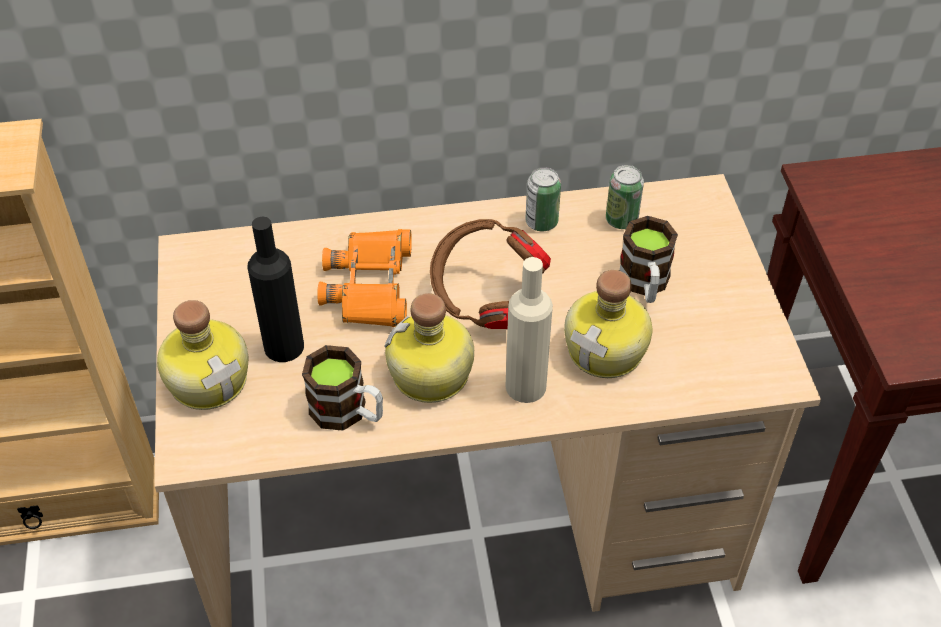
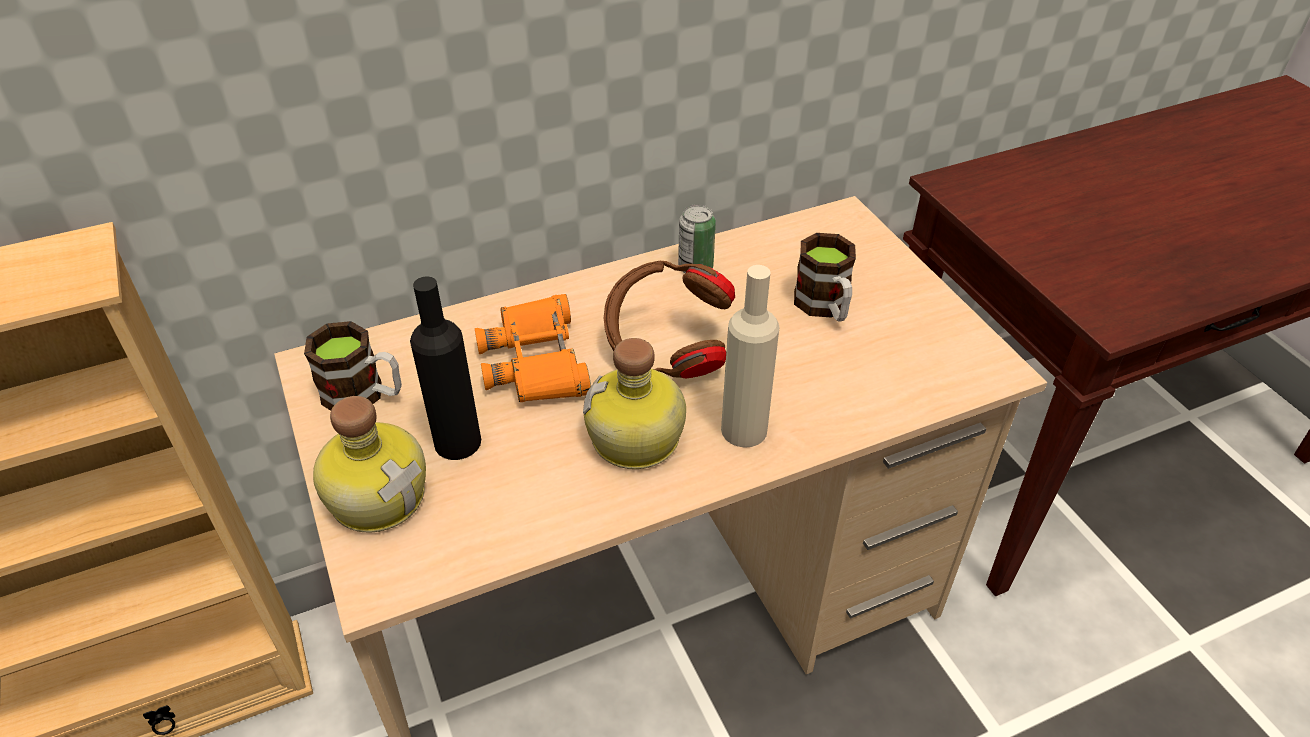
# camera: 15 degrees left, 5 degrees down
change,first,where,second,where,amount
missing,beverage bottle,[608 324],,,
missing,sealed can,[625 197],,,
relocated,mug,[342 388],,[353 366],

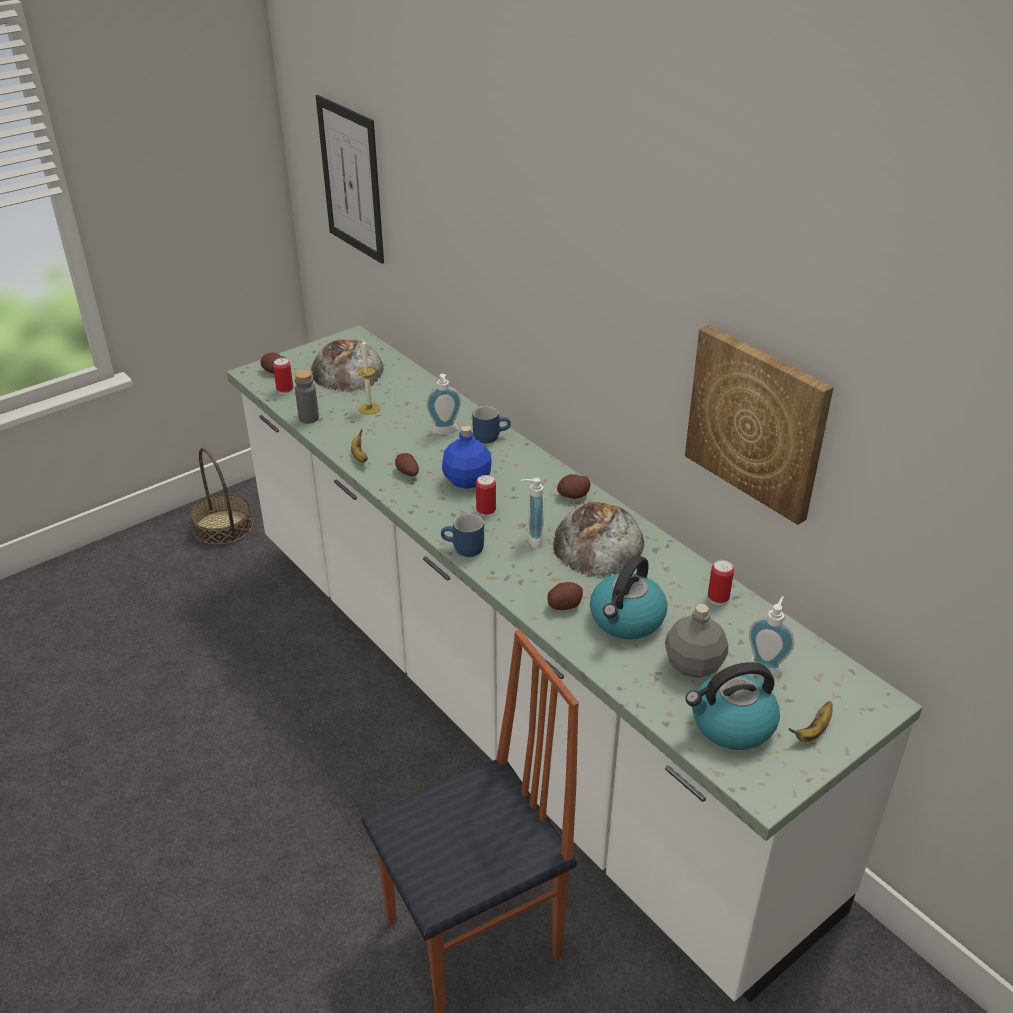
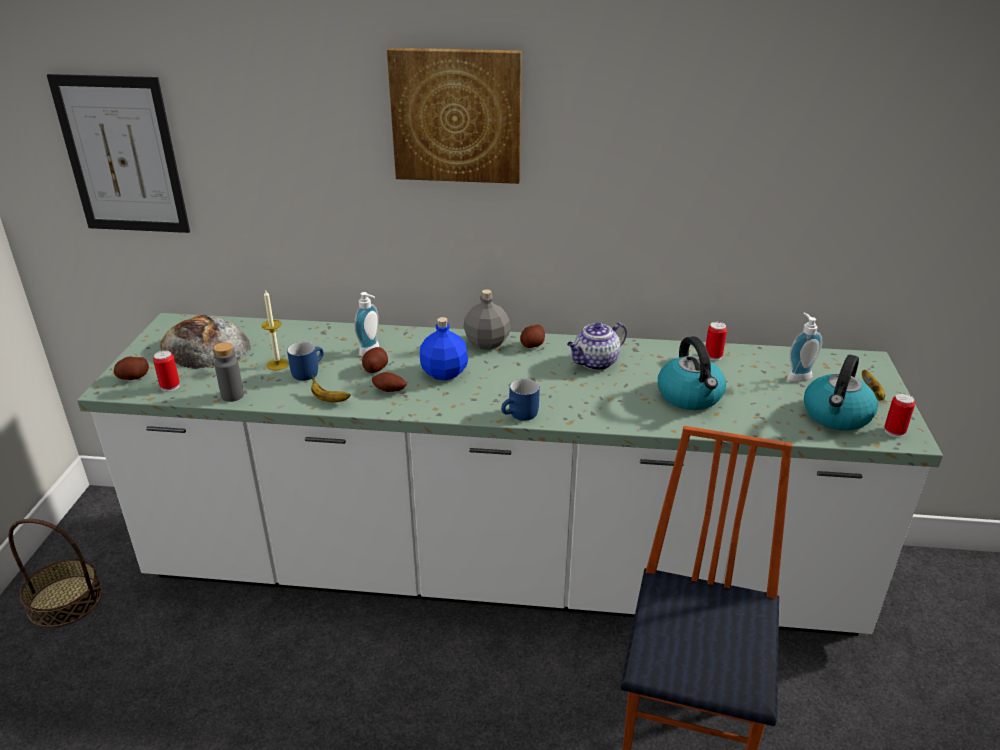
# camera: 45 degrees left, 5 degrees down
change,first,where,second,where,amount
missing,soap dispenser,[533 513],,,
relocated,blue mug,[491 424],,[305 361],
relocated,sealed can,[486 496],,[899 415],
relocated,spud,[565 596],,[375 360],
relocated,greyish beverage bottle,[696 641],,[487 319],
relocated,wall art,[759 425],,[454 116],
exchanged,bread,[598 539],teapot,[597 346],

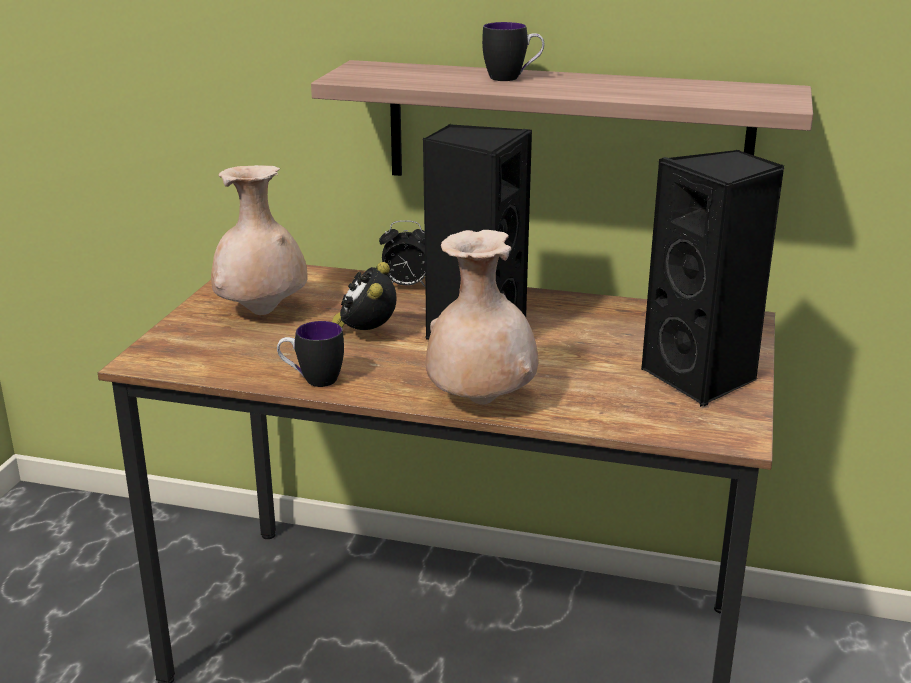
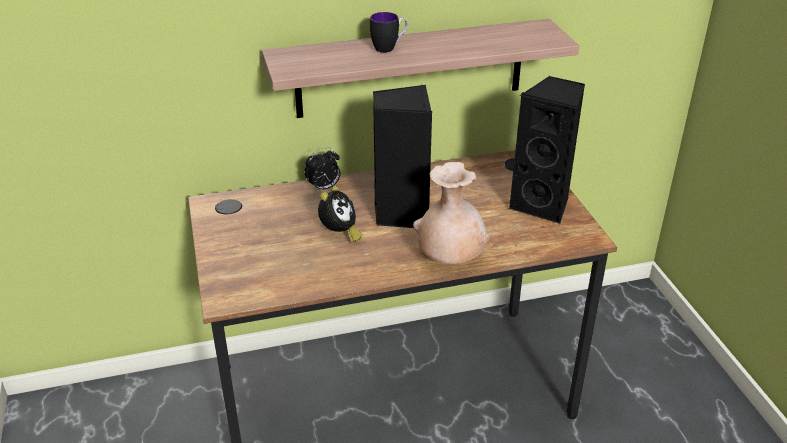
# camera: 30 degrees left, 10 degrees up
change,first,where,second,where,amount
missing,sand-coloured vase,[259 240],,,
missing,mug,[310 354],,,
spun,bedside clock,[364 296],,[340 214],135 degrees counterclockwise

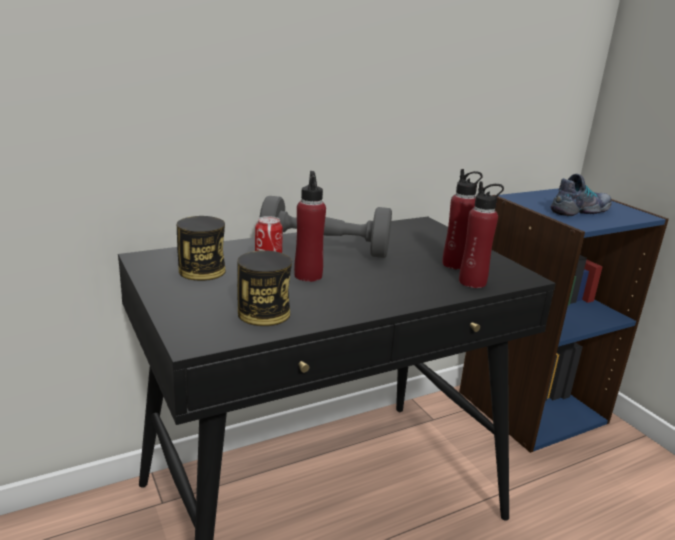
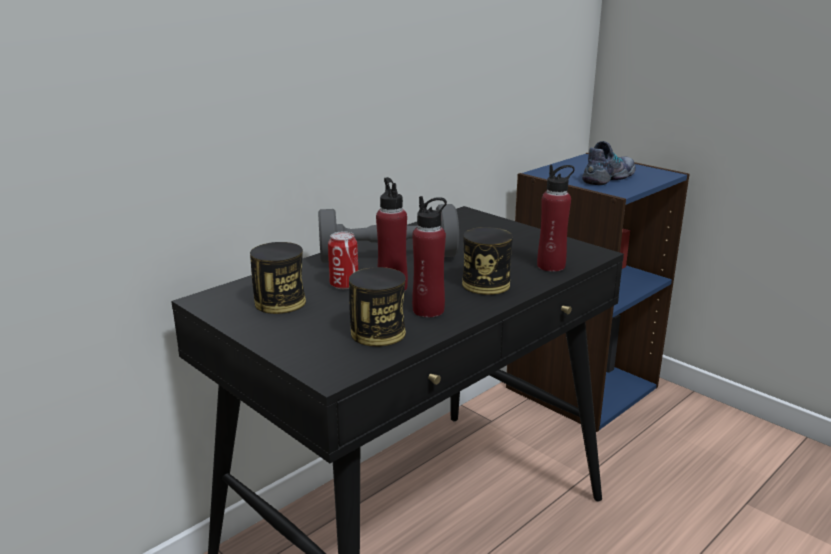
# camera: 15 degrees left, 0 degrees up
change,first,where,second,where,amount
appeared,,,sealed can,[487 261],
relocated,red-coloured beverage bottle,[462 219],,[429 256],

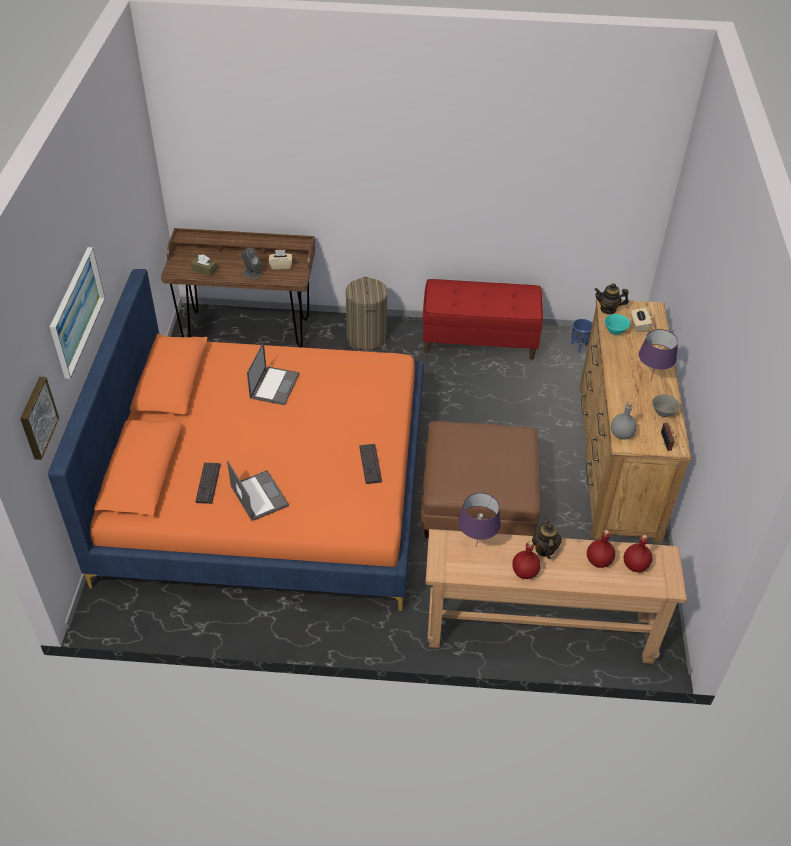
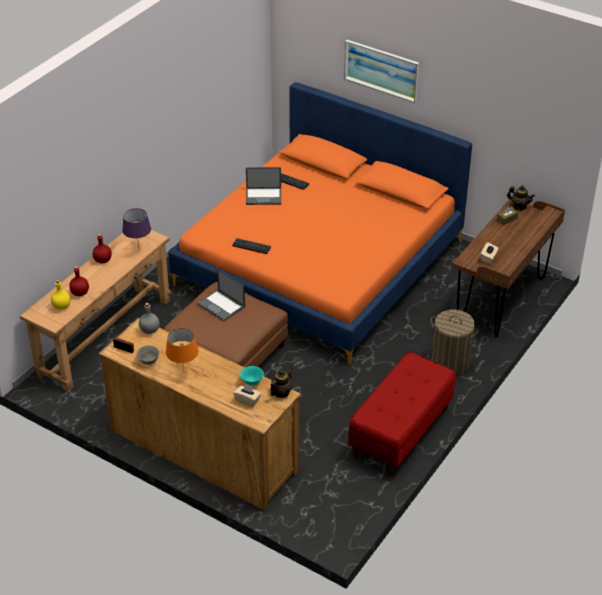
# camera: 120 degrees right, 5 degrees down
change,first,where,second,where,amount
missing,wall art,[39 418],,,
missing,greyish loudspeaker,[251 263],,,
missing,blue plant pot,[581 336],,,
relocated,laptop,[273 373],,[221 295],
relocated,teapot,[547 537],,[521 197],
colour,red-coloured beverage bottle,[637 553],yellowish beverage bottle,[61 295],
colour,purple tabletop lamp,[658 354],orange-coloured tabletop lamp,[182 349],

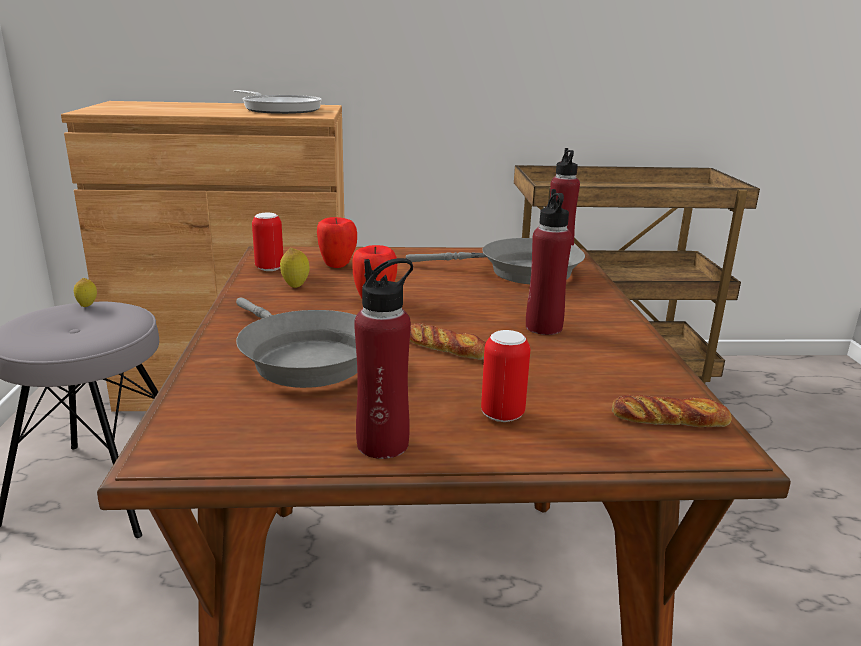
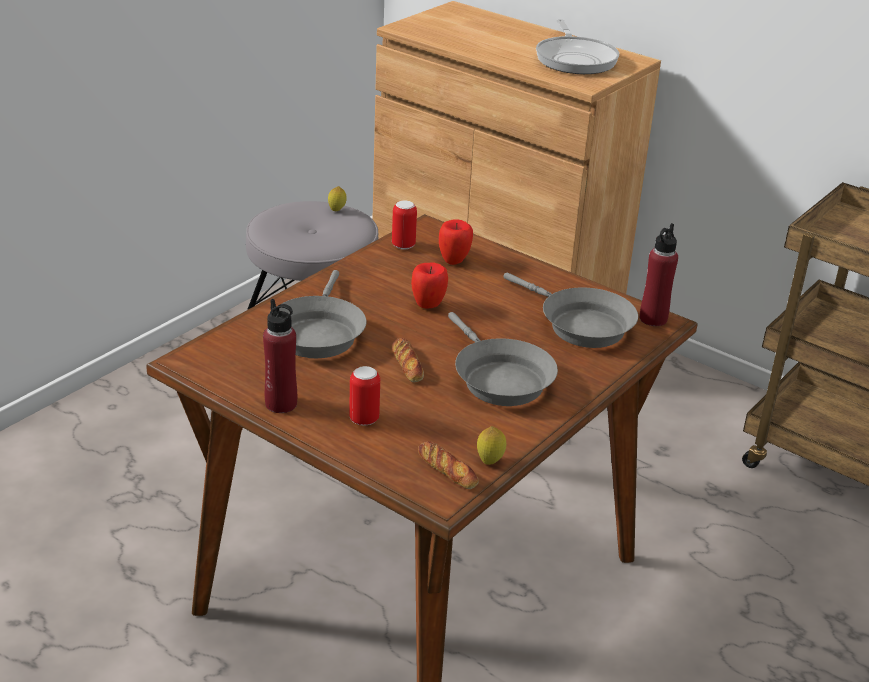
# camera: 40 degrees right, 10 degrees up
change,first,where,second,where,amount
relocated,citrus fruit,[294 268],,[491 445],
exchanged,red-coloured beverage bottle,[549 262],greyish skillet,[503 359],

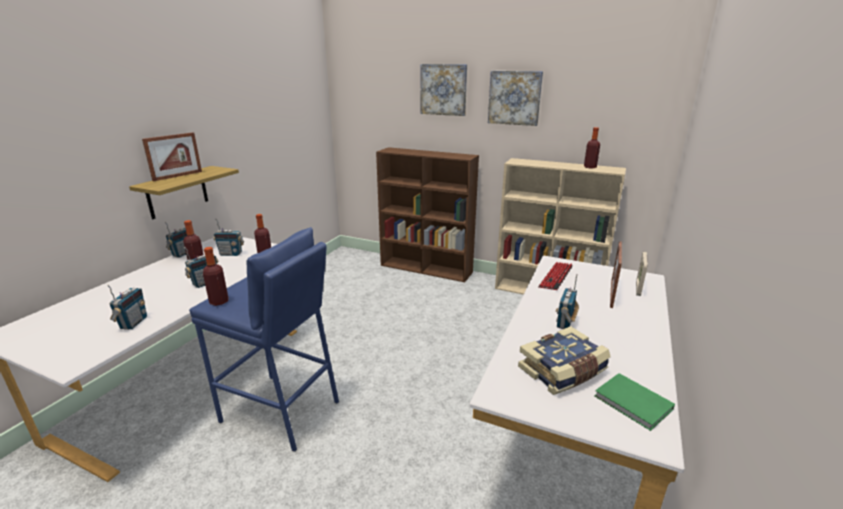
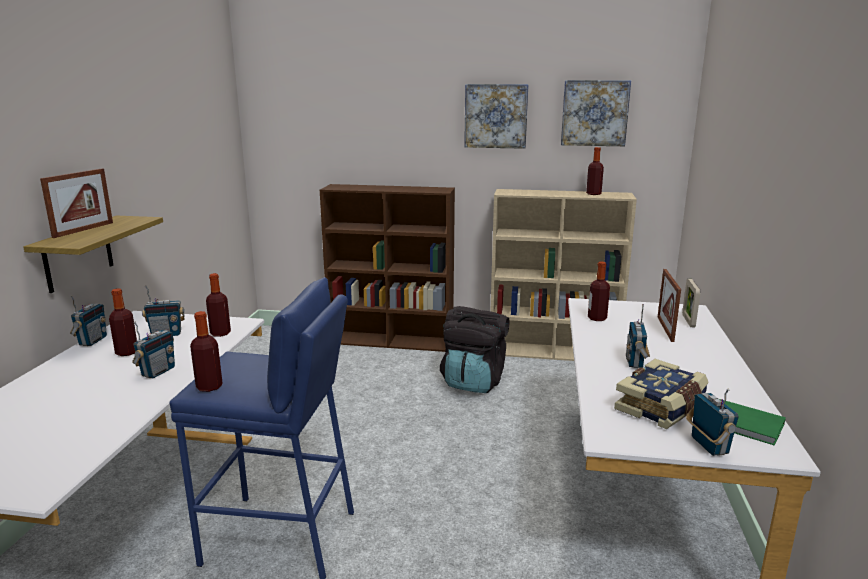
# camera: 15 degrees left, 5 degrees down
change,first,where,second,where,amount
appeared,,,black-coloured knapsack,[474 349],
relocated,radio receiver,[127 307],,[712 422],
relocated,wall art,[443 90],,[596 113],
exchanged,keyboard,[555 276],beverage bottle,[599 291],

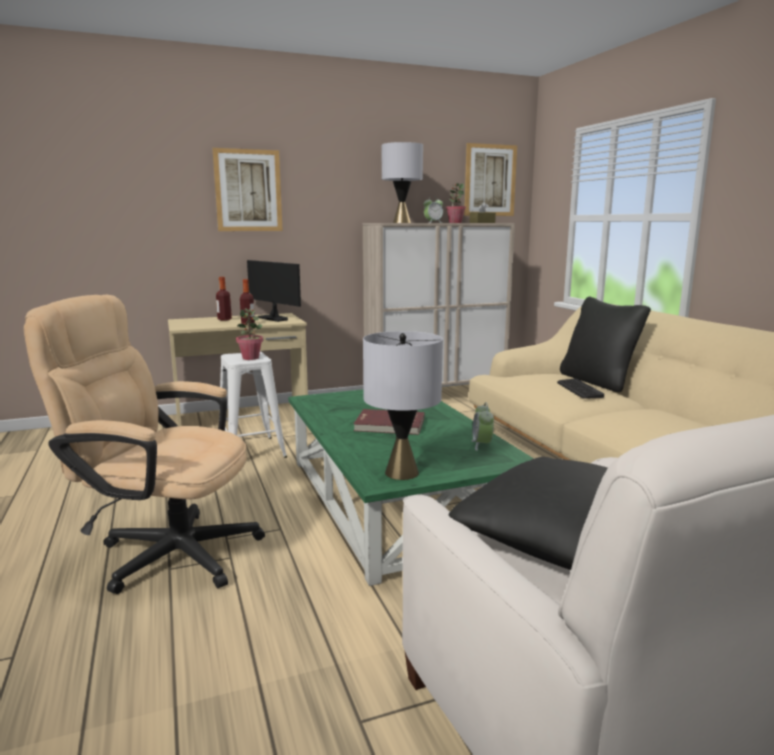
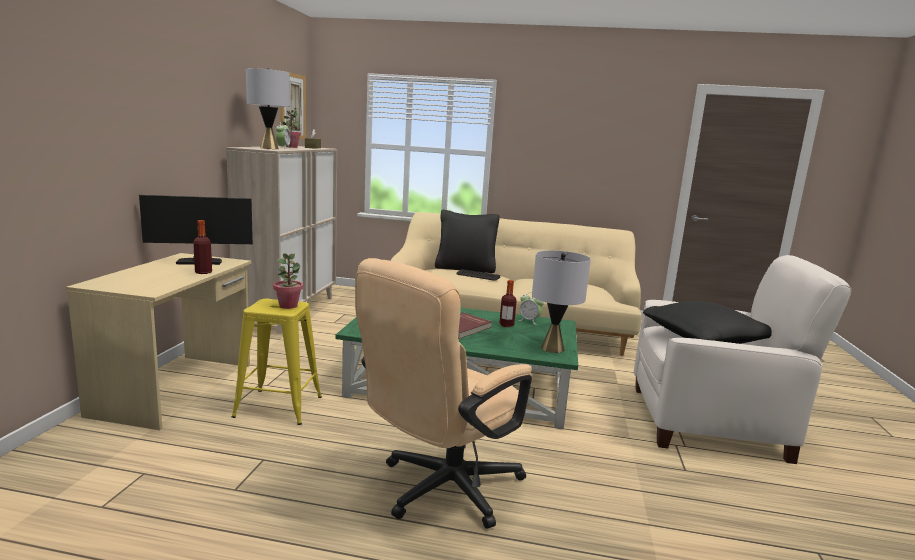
# camera: 60 degrees left, 0 degrees up
change,first,where,second,where,amount
missing,wall art,[248 189],,,
relocated,beverage bottle,[224 299],,[508 303],
colour,white-coloured stool,[253 405],yellowish stool,[277 362],

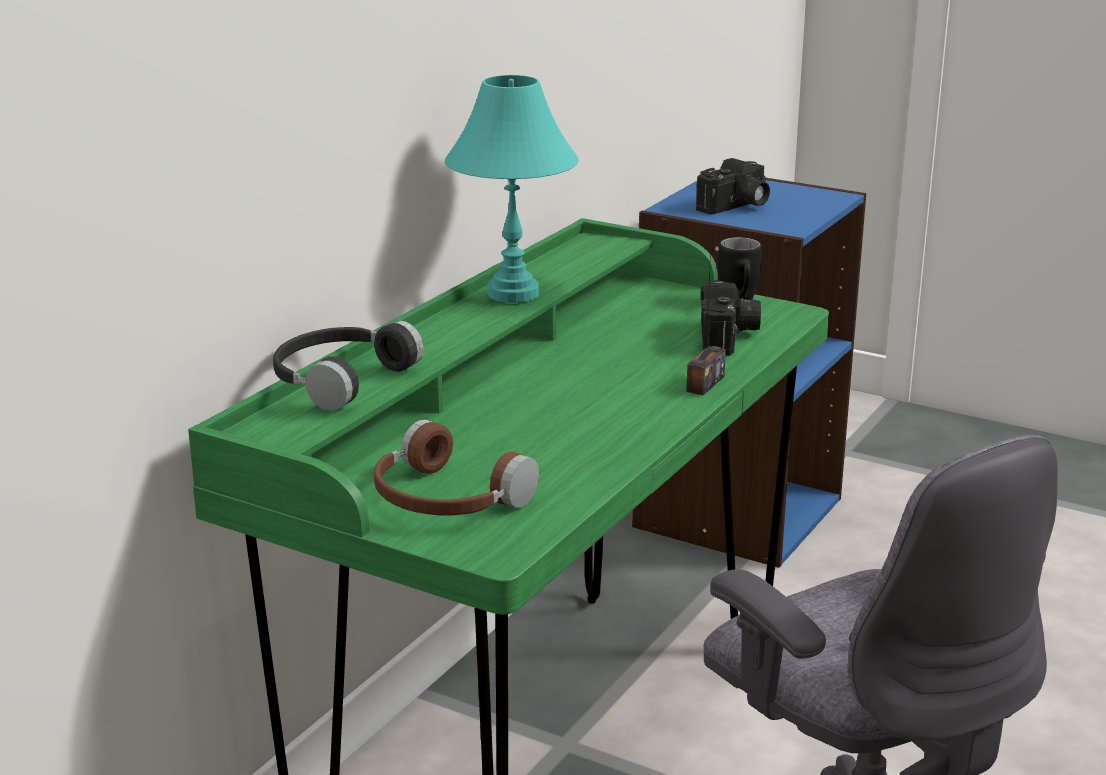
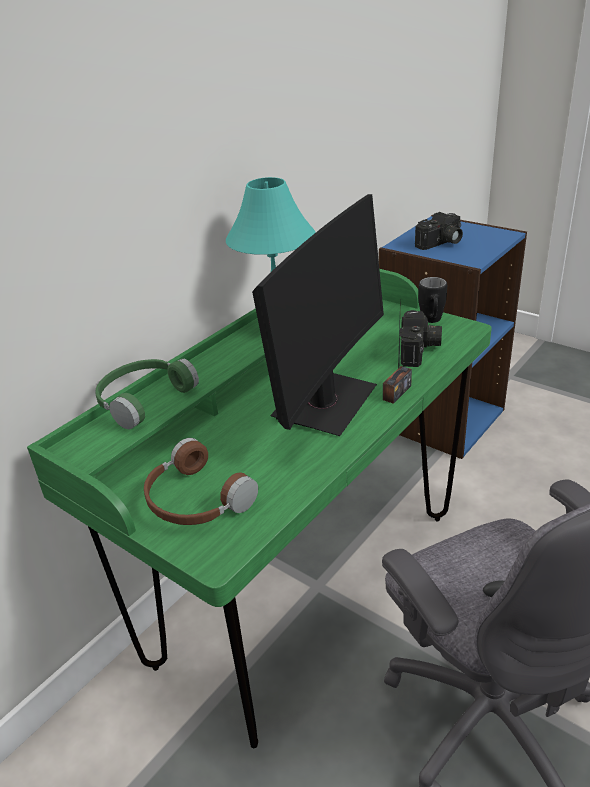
# camera: 10 degrees right, 10 degrees up
change,first,where,second,where,amount
appeared,,,computer display,[318 315],
colour,black-coloured headphones,[348 366],green headphones,[147 394],

